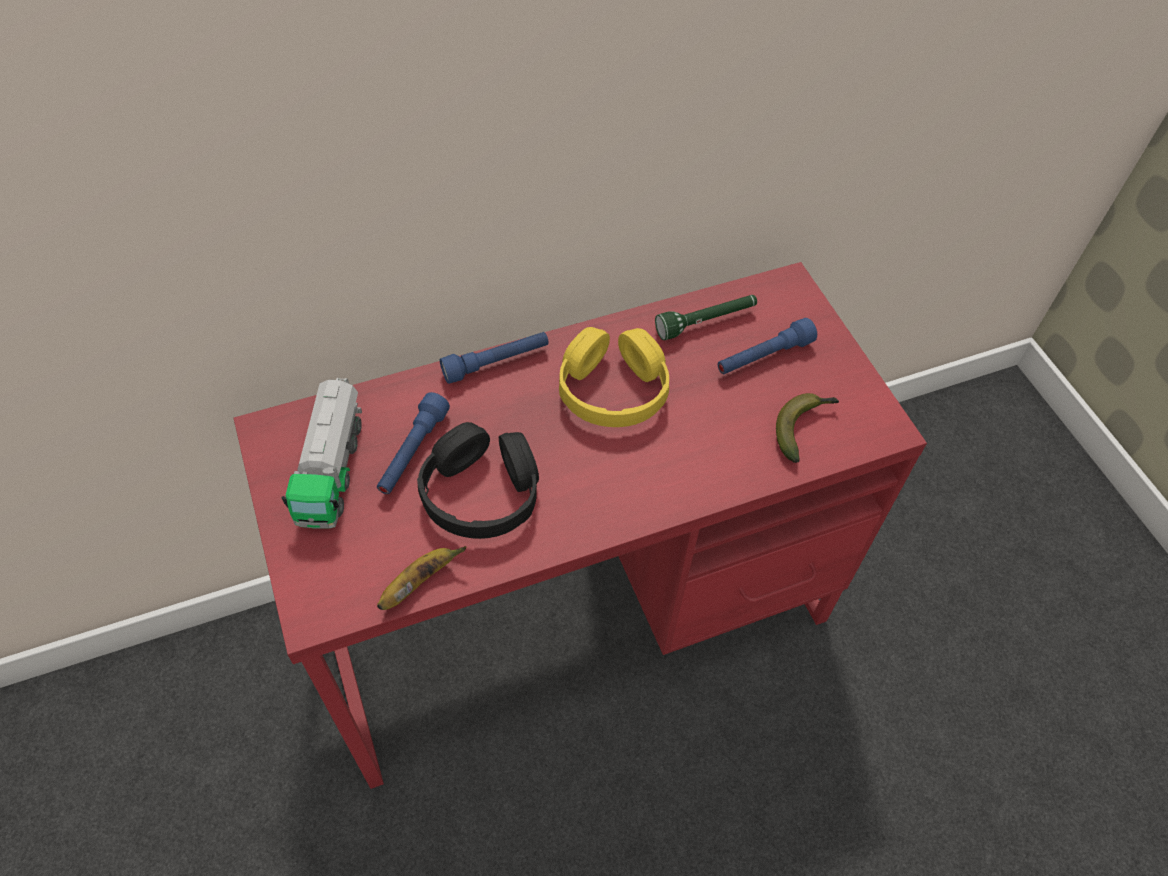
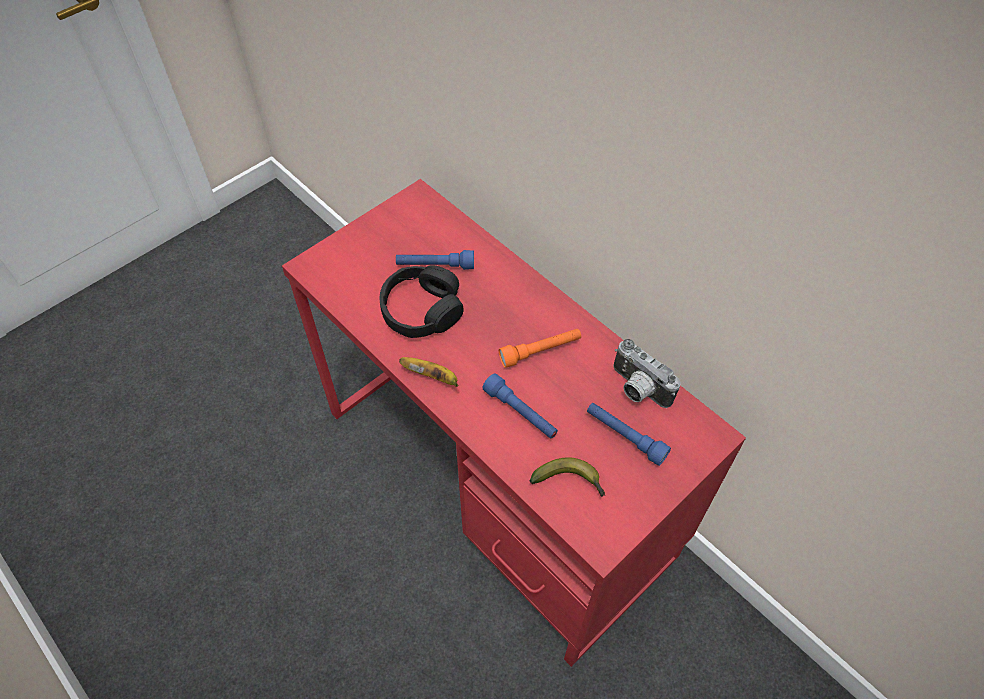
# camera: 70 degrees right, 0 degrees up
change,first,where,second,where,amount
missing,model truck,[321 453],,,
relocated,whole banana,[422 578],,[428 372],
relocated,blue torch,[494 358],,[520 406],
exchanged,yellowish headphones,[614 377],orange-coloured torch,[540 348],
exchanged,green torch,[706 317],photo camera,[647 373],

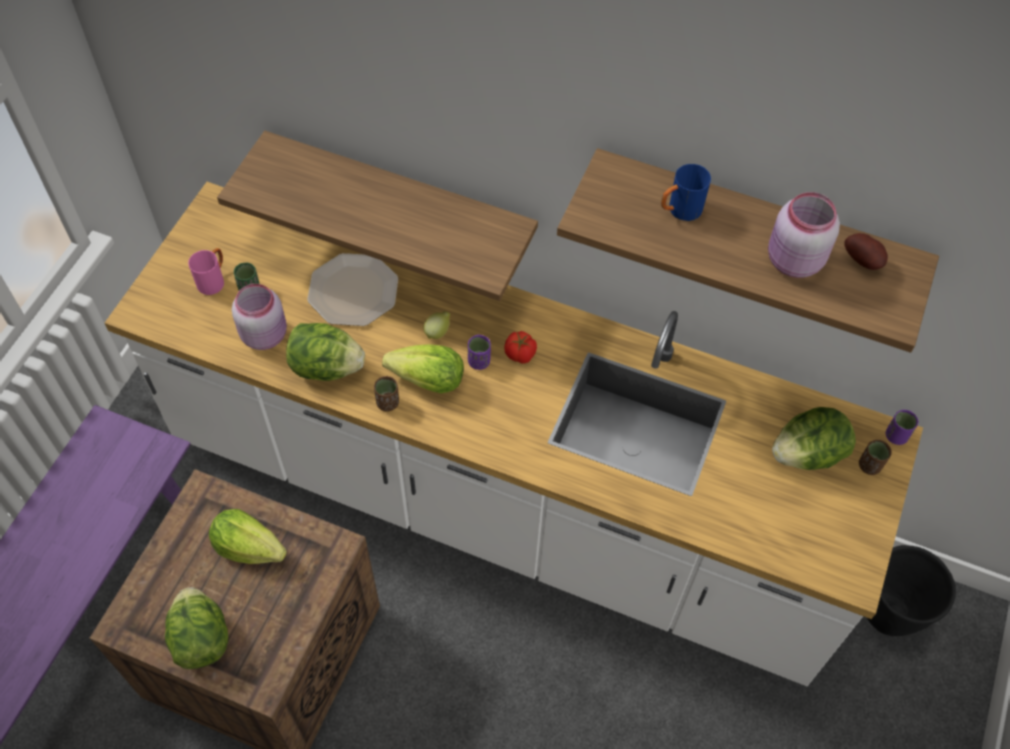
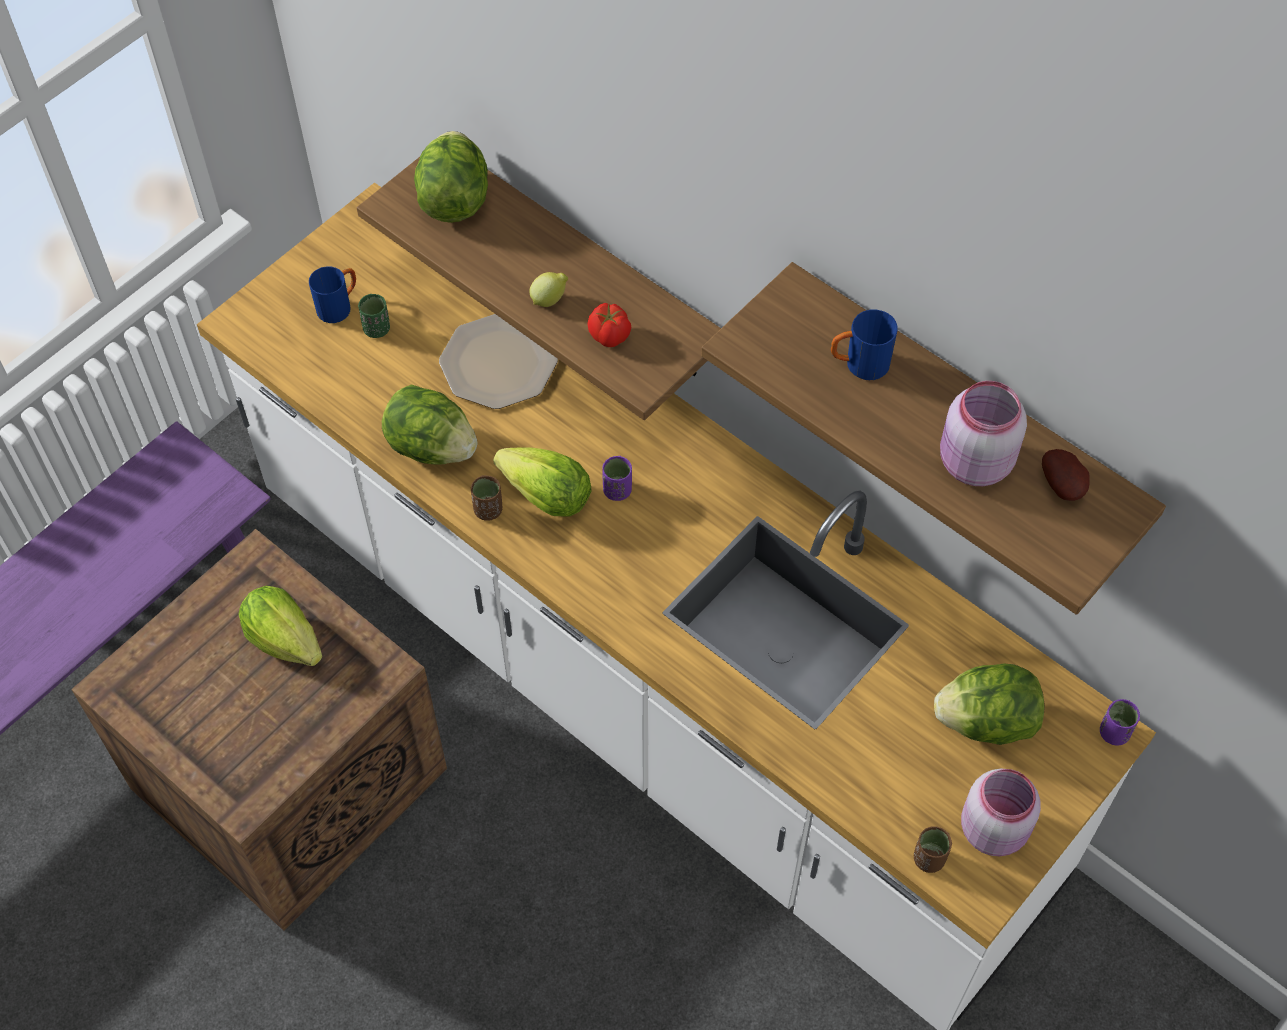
# camera: 20 degrees right, 0 degrees up
change,first,where,second,where,amount
missing,black-coloured plant pot,[911 590],,,
relocated,head of lettuce,[196 628],,[451 177],
relocated,pink-coloured preserve jar,[259 317],,[1001 812],
relocated,citrus fruit,[437 325],,[548 289],
relocated,whole tomato,[520 347],,[609 325],
relocated,brownish cup,[875 457],,[933 849],
colour,pink-coloured mug,[206 271],blue mug,[332 294],

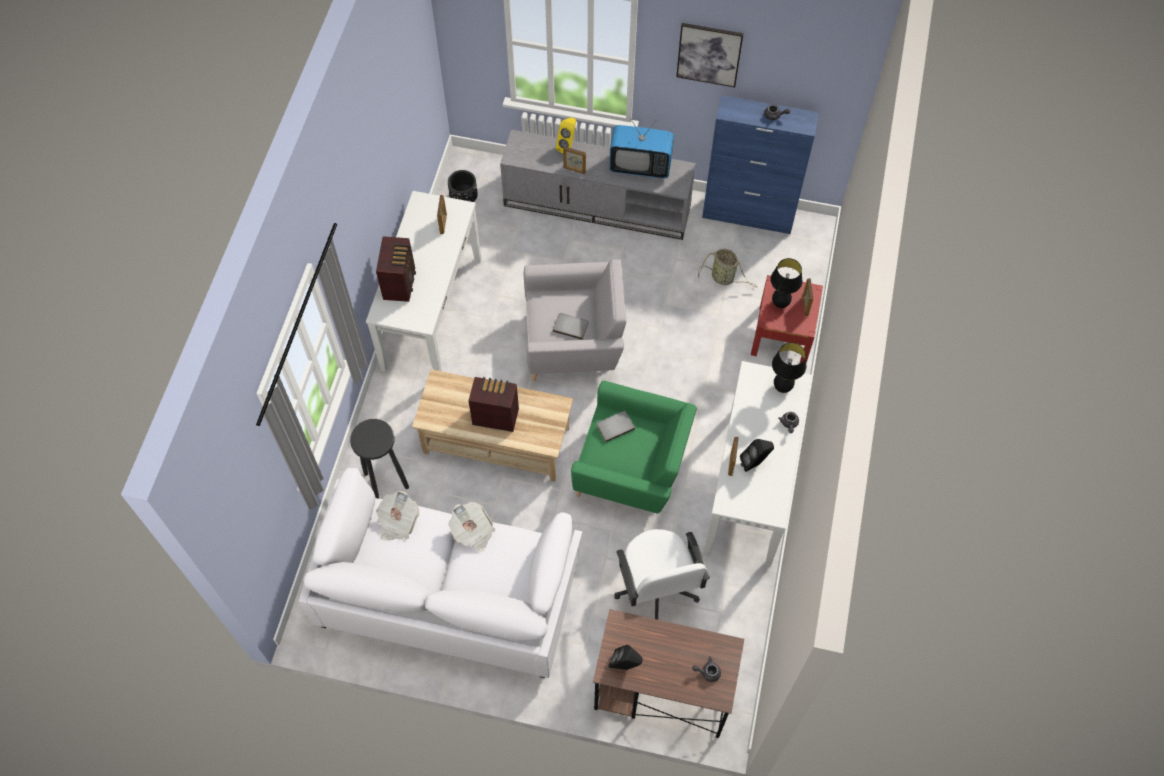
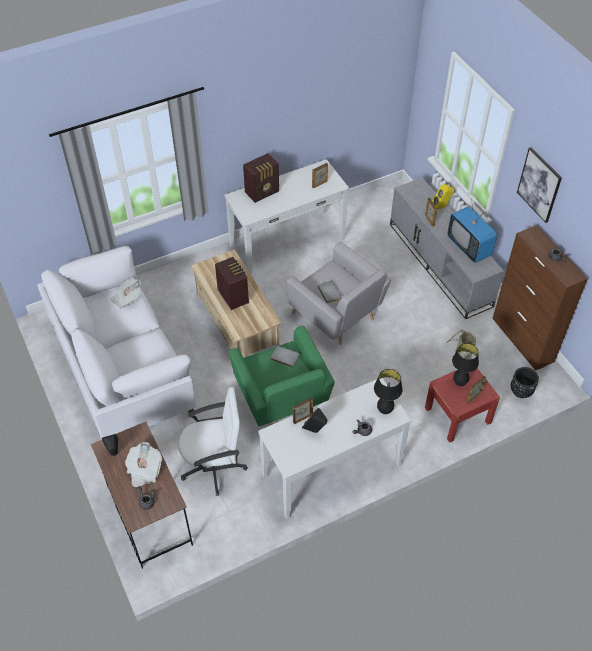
# camera: 50 degrees right, 10 degrees down
change,first,where,second,where,amount
missing,black-coloured stool,[379 458],,,
relocated,black-coloured plant pot,[463 186],,[524 382],
relocated,daily paper,[471 527],,[143 464],
colour,blue cupboard,[760 164],brownish cupboard,[540 298],
spun,white-coloured office chair,[662 574],,[213 441],135 degrees counterclockwise

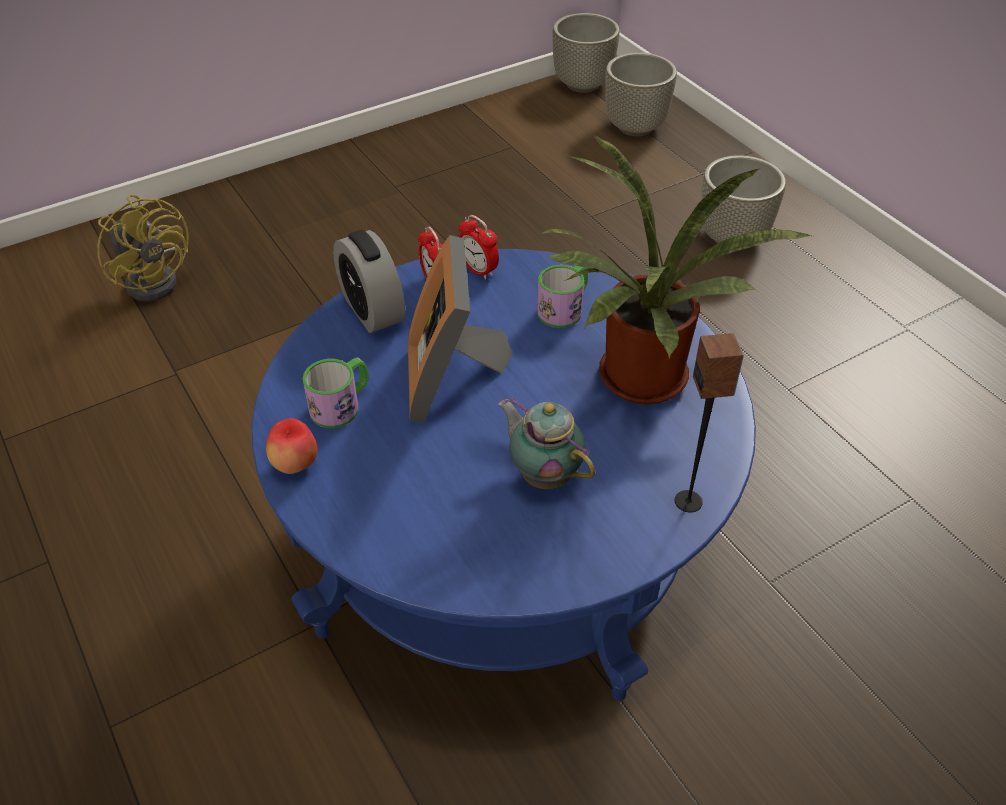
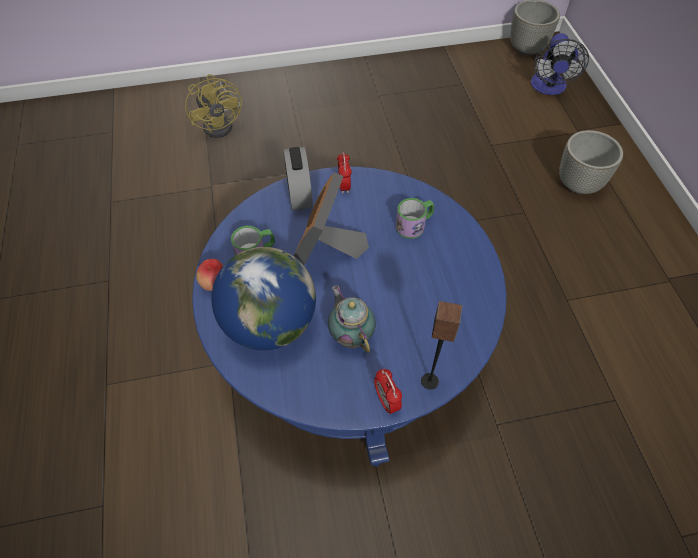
# camera: 20 degrees right, 10 degrees up
change,first,where,second,where,amount
missing,houseplant,[675 269],,,
appeared,,,desk globe,[264 298],
relocated,bedside clock,[479 247],,[388 391],
exchanged,greyish plant pot,[641 95],cooling fan,[560 64],

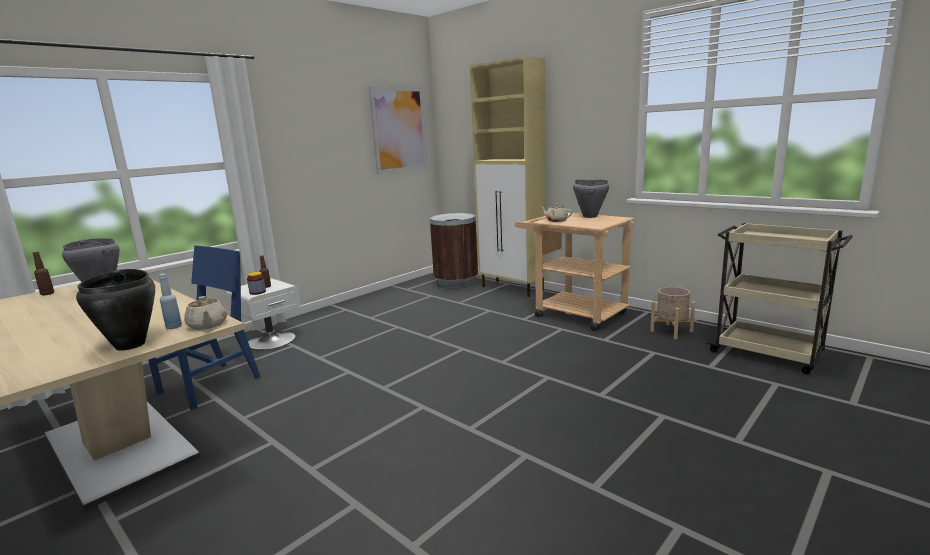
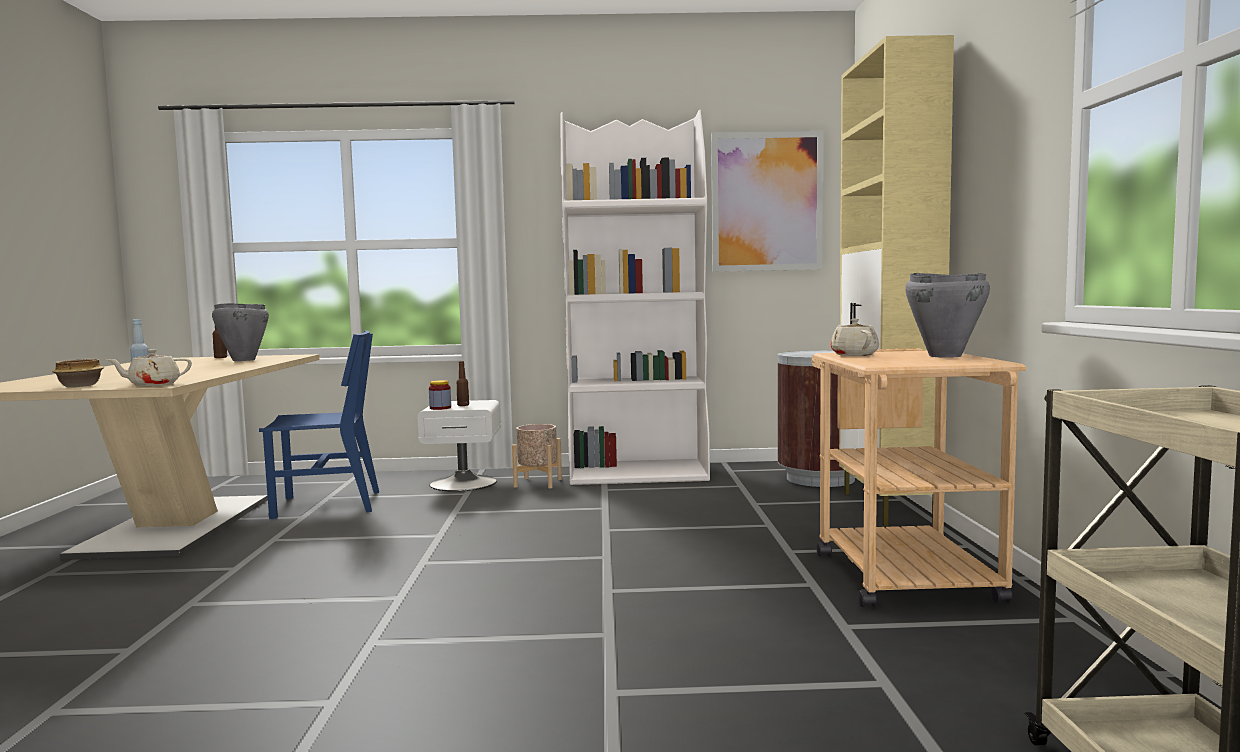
# camera: 45 degrees right, 10 degrees down
change,first,where,second,where,amount
appeared,,,white-coloured bookcase,[635 297],
relocated,sand-coloured plant pot,[672 313],,[537 456],
exchanged,black-coloured saucepot,[115 310],bowl,[78 373],
spun,sand-coloured teapot,[205 313],,[149 367],45 degrees clockwise

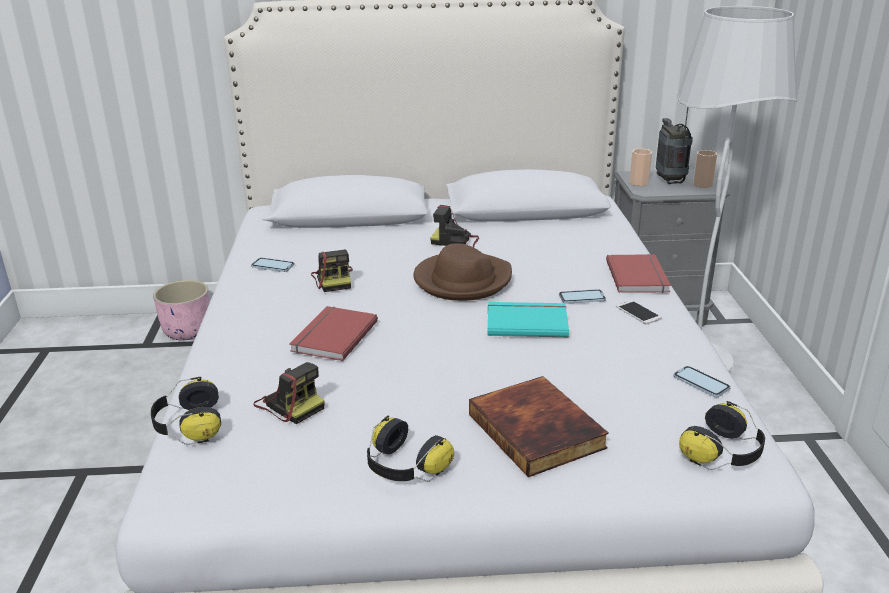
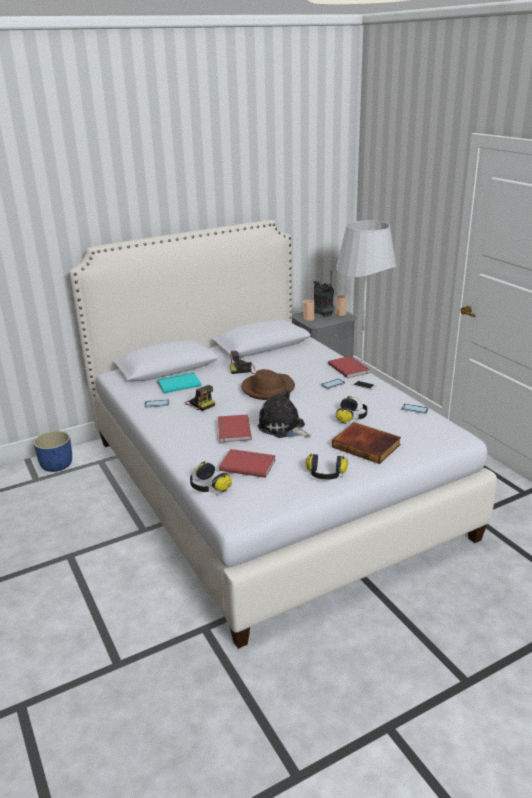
# camera: 25 degrees left, 0 degrees up
change,first,where,second,where,amount
appeared,,,soft toy,[284 413],
relocated,turquoise-coloured volume,[528 319],,[179 382],
relocated,headphones,[722 435],,[352 410],
exchanged,photo camera,[288 393],red-coloured volume,[247 463],
colour,pink-coloured plant pot,[181 310],blue plant pot,[53 451],

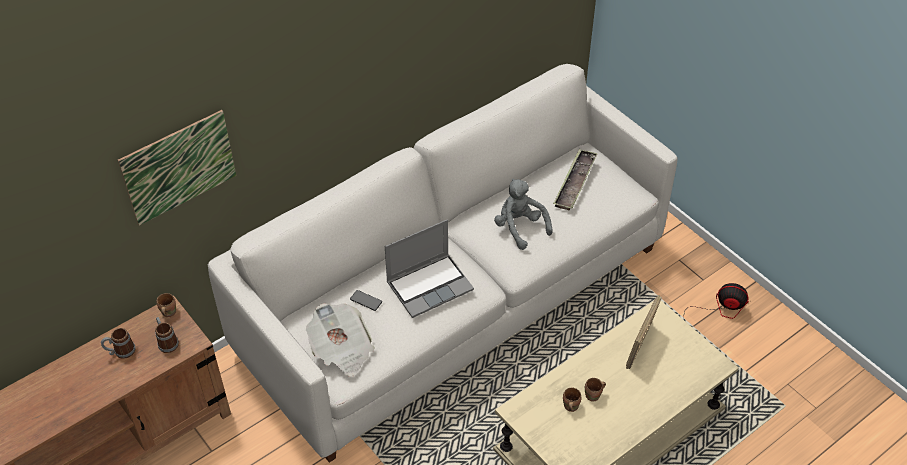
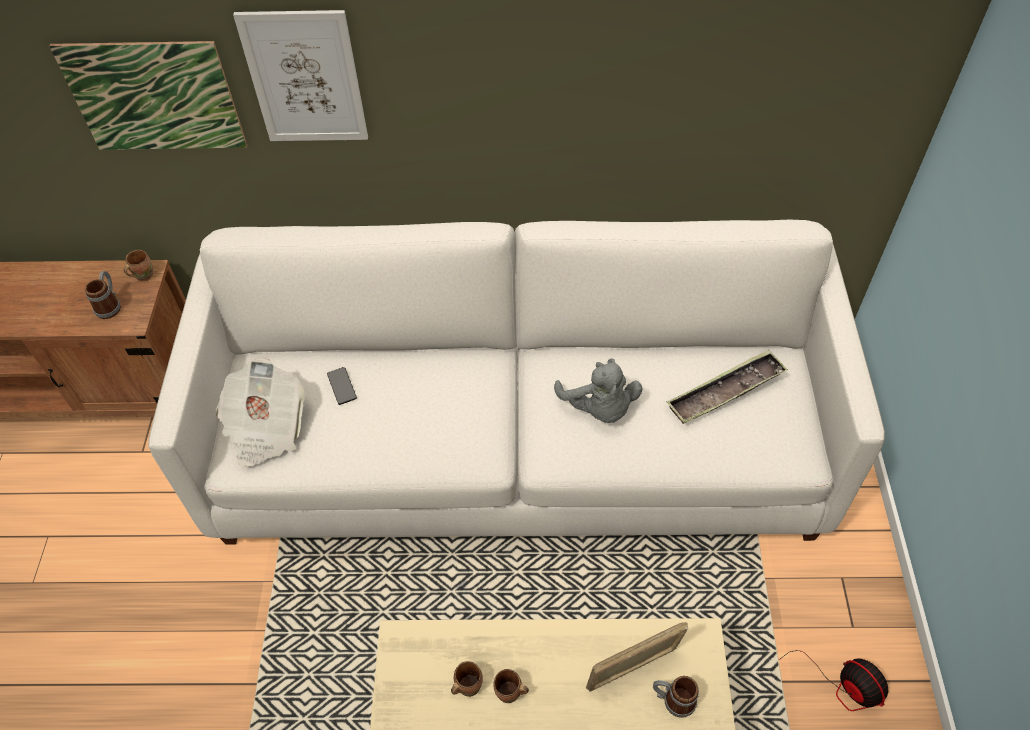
# camera: 40 degrees right, 5 degrees up
change,first,where,second,where,amount
missing,laptop,[429 268],,,
appeared,,,wall art,[300 75],
relocated,mug,[118 343],,[676 697],
spun,greyish soft toy,[523 214],,[598 390],150 degrees clockwise

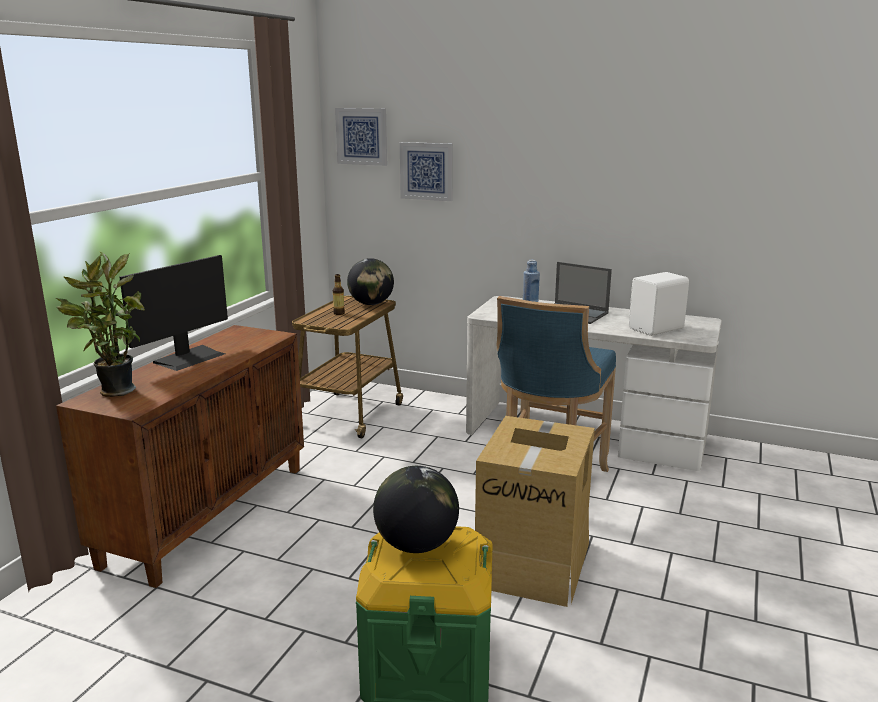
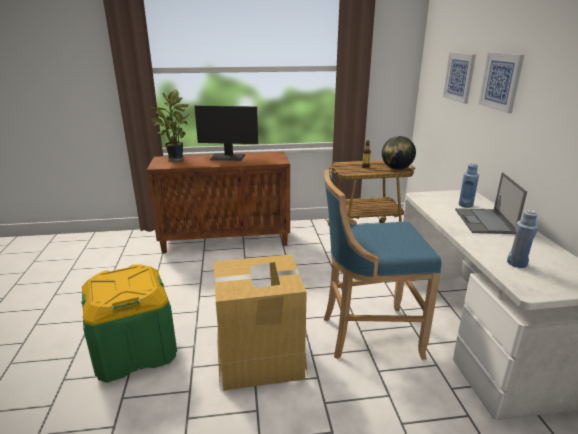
# camera: 60 degrees right, 5 degrees up
change,first,where,second,where,amount
missing,desk globe,[416 509],,,
relocated,wall art,[361 137],,[501 82],
exchanged,white-coloured loudspeaker,[659 304],blue beverage bottle,[522 239],

